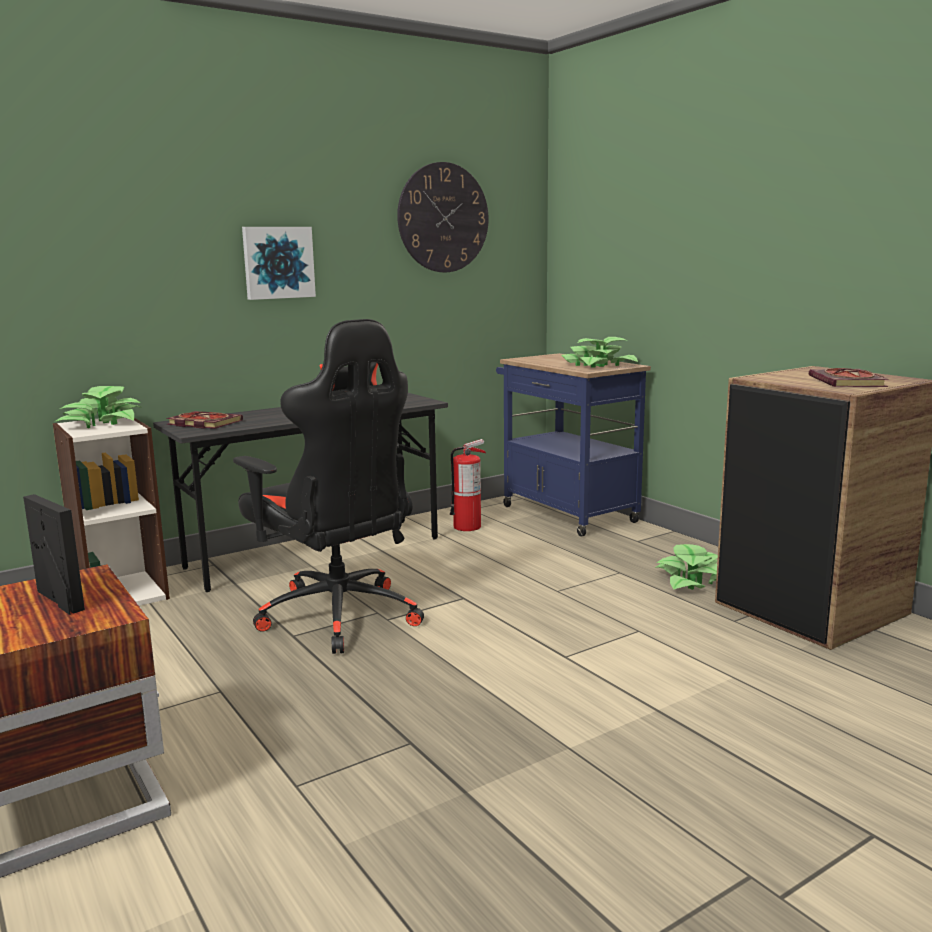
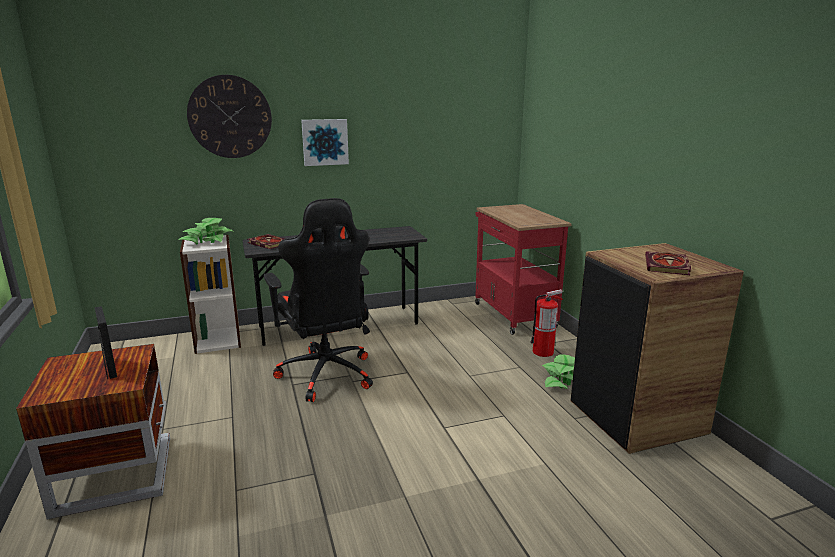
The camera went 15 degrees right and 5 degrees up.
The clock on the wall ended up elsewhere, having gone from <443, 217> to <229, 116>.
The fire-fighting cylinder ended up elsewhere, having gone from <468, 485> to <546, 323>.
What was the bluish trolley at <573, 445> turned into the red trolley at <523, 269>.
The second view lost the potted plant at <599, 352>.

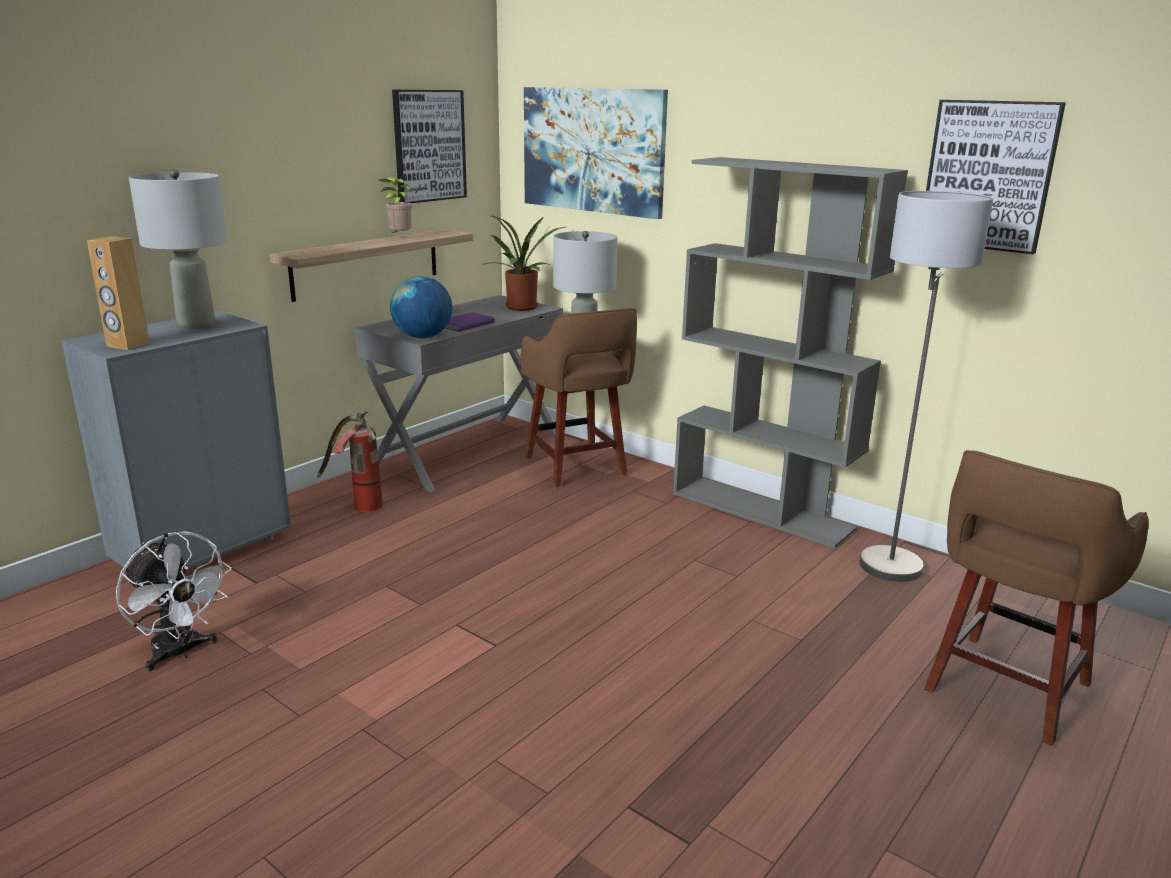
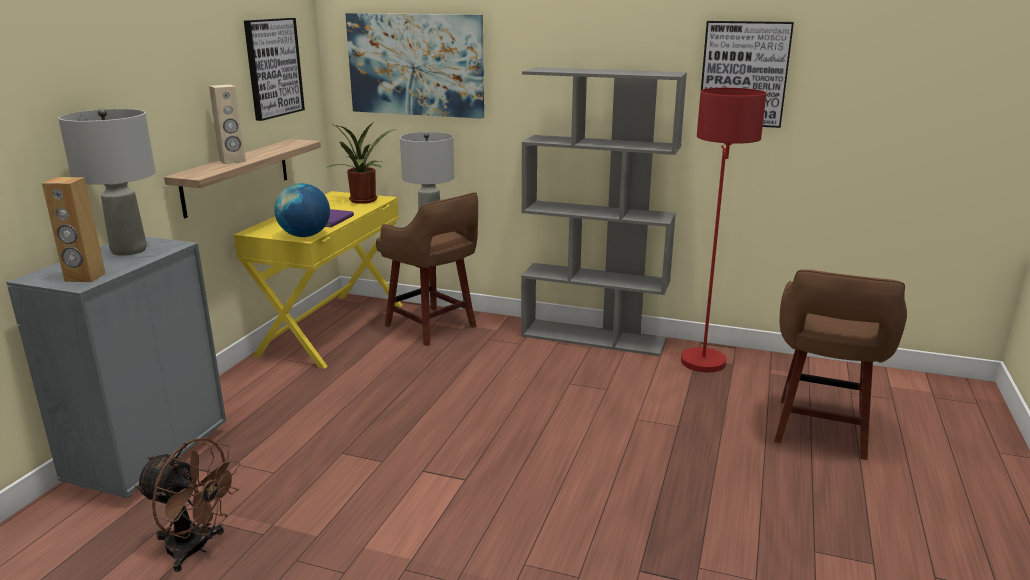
The camera went 20 degrees left and 0 degrees up.
What was the whitish fan at <174, 601> turned into the brown fan at <187, 505>.
The second view lost the fire-fighting cylinder at <350, 462>.
What was the grey desk table at <459, 393> turned into the yellow-coloured desk table at <318, 280>.
The second view lost the potted plant at <395, 207>.
What was the grey standard lamp at <926, 386> turned into the red standard lamp at <723, 230>.
The second view gained the beige loudspeaker at <227, 124>.

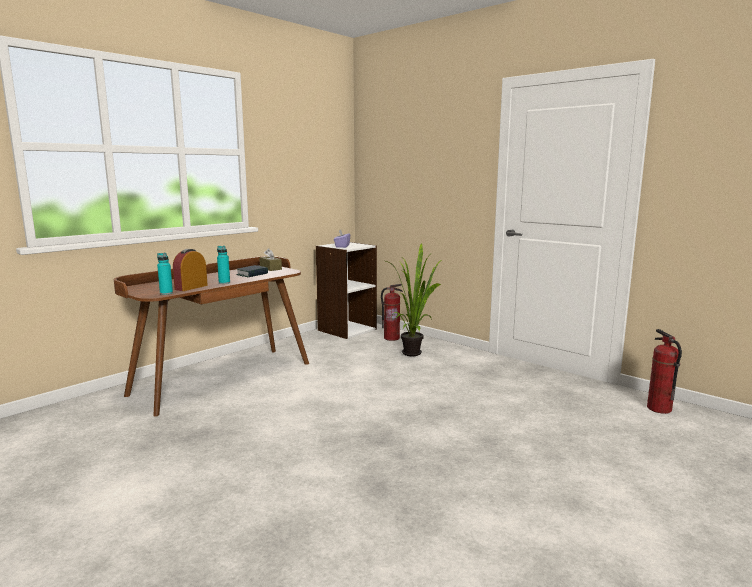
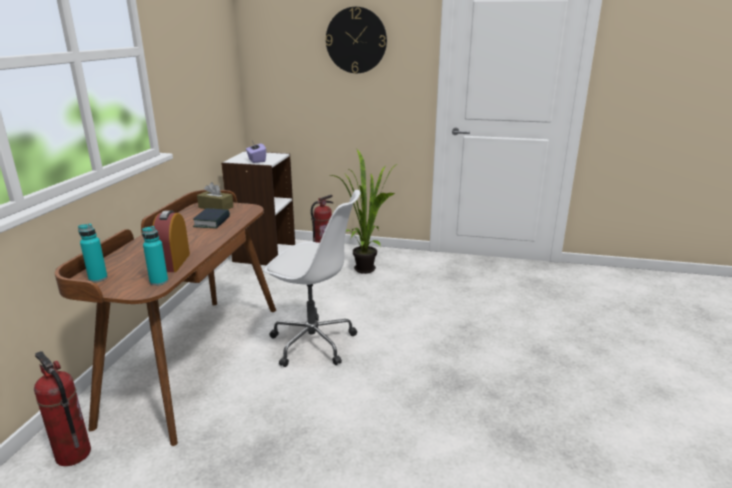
The camera went 30 degrees left and 10 degrees up.
The turquoise bottle ended up elsewhere, having gone from <223, 265> to <93, 253>.
The fire-fighting cylinder ended up elsewhere, having gone from <664, 371> to <62, 408>.
The second view gained the whitish computer chair at <312, 278>.
The second view gained the clock on the wall at <356, 40>.

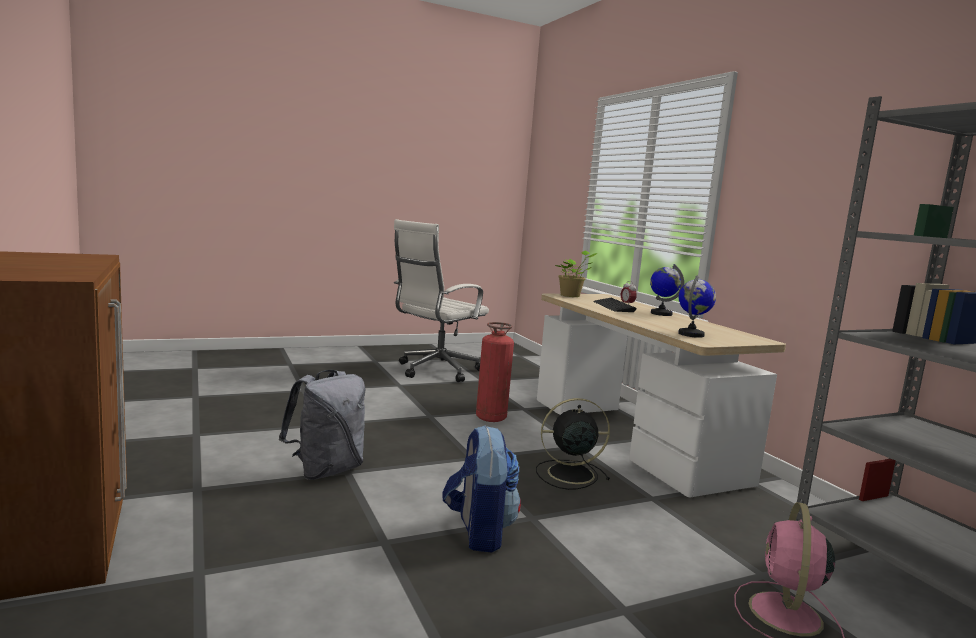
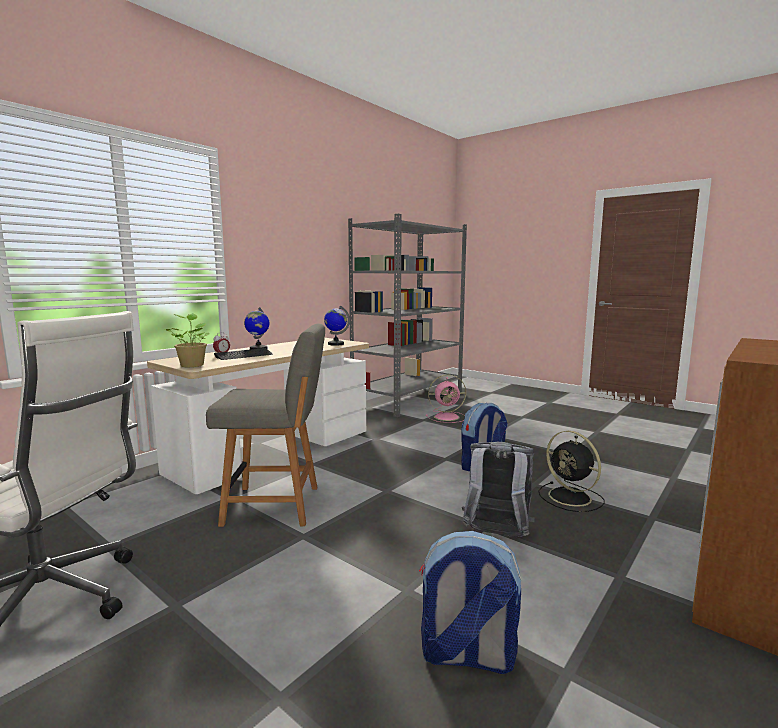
The camera went 115 degrees left and 0 degrees up.
Where the fire-fighting cylinder stood at <495, 372>, the grey plain chair came to stand at <265, 425>.
The black-coloured fan ended up elsewhere, having gone from <573, 444> to <571, 471>.
The second view gained the rucksack at <470, 602>.

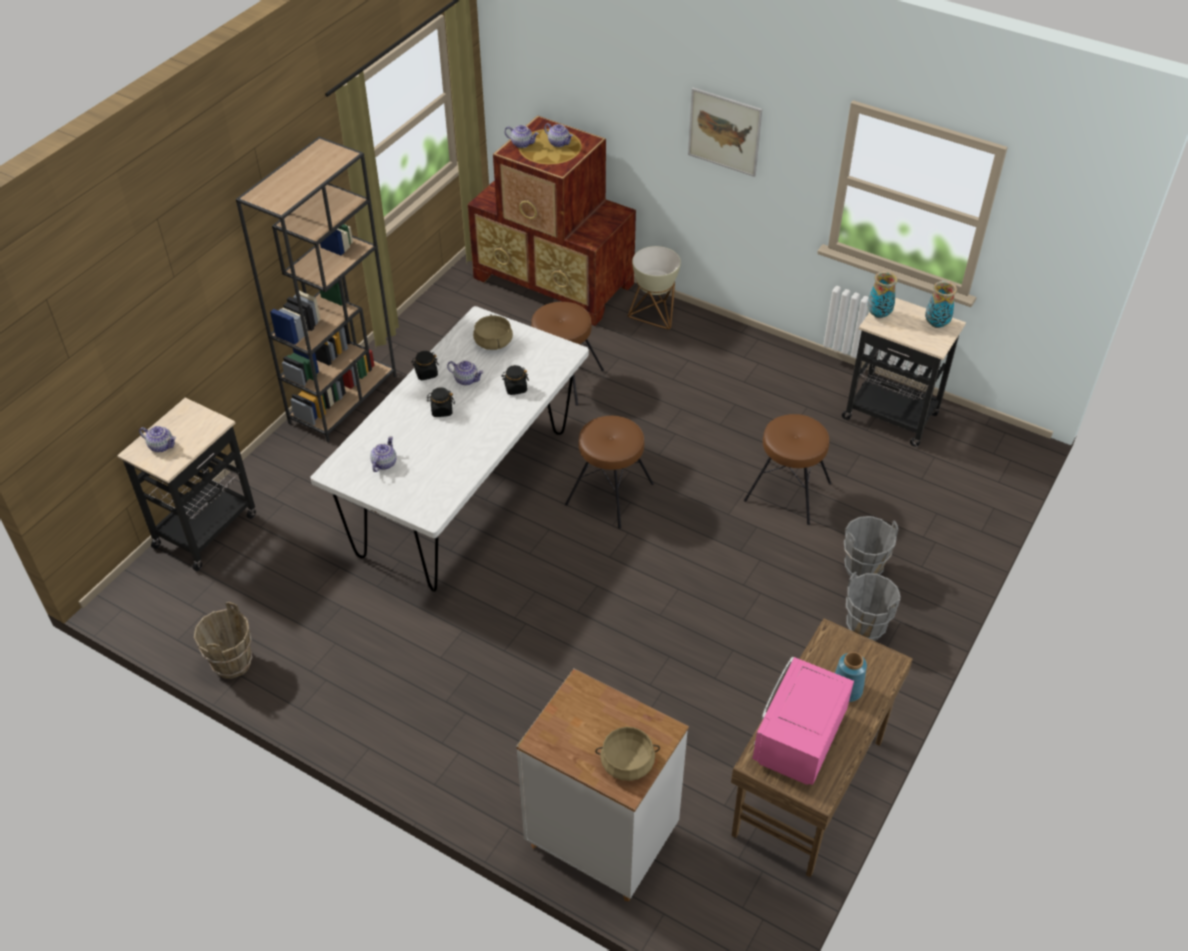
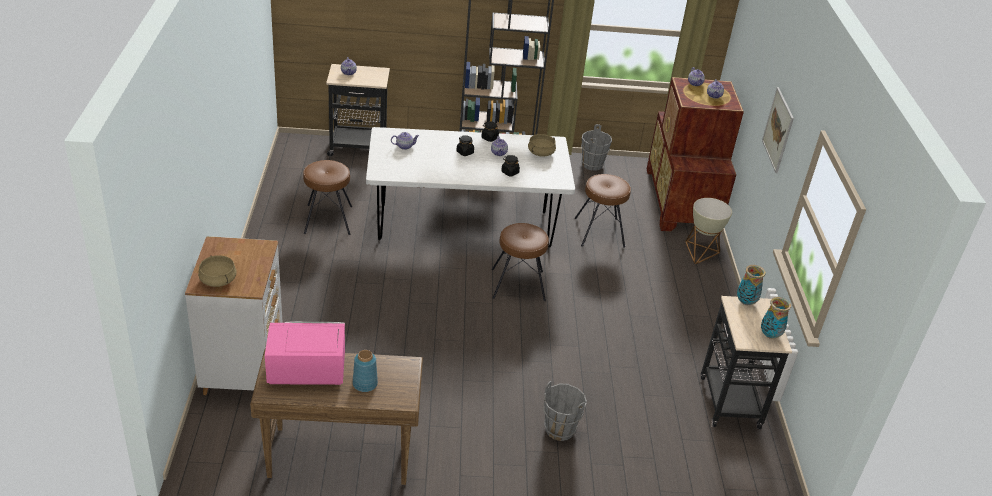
The camera went 55 degrees right and 10 degrees down.
The second view lost the brown water bucket at <223, 640>.
The brown stool seat ended up elsewhere, having gone from <787, 469> to <327, 197>.
The grey water bucket ended up elsewhere, having gone from <873, 606> to <596, 147>.

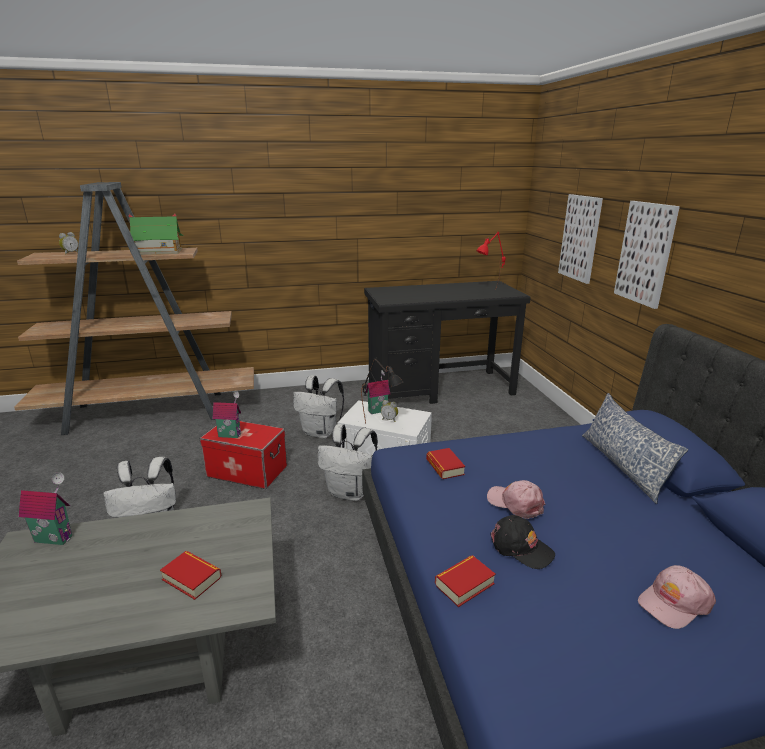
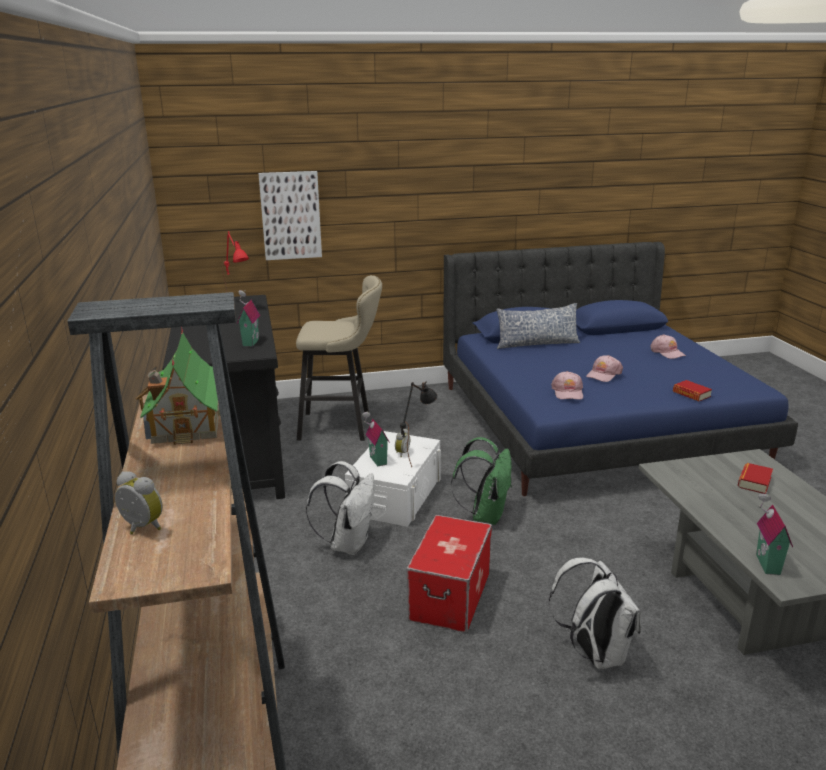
The camera went 90 degrees left and 0 degrees up.
The miniature house ended up elsewhere, having gone from <226, 414> to <248, 318>.
What was the whitish rucksack at <348, 462> turned into the green rucksack at <481, 481>.
Where the book stood at <445, 463>, the pink peaked cap came to stand at <567, 385>.
The second view lost the black-coloured peaked cap at <522, 542>.
The second view lost the wall picture at <647, 255>.
The second view gained the beige stool seat at <339, 358>.

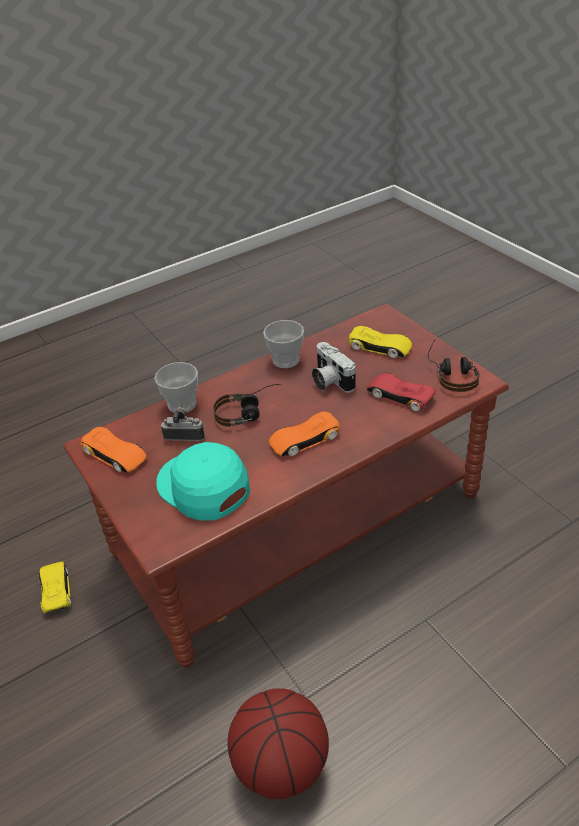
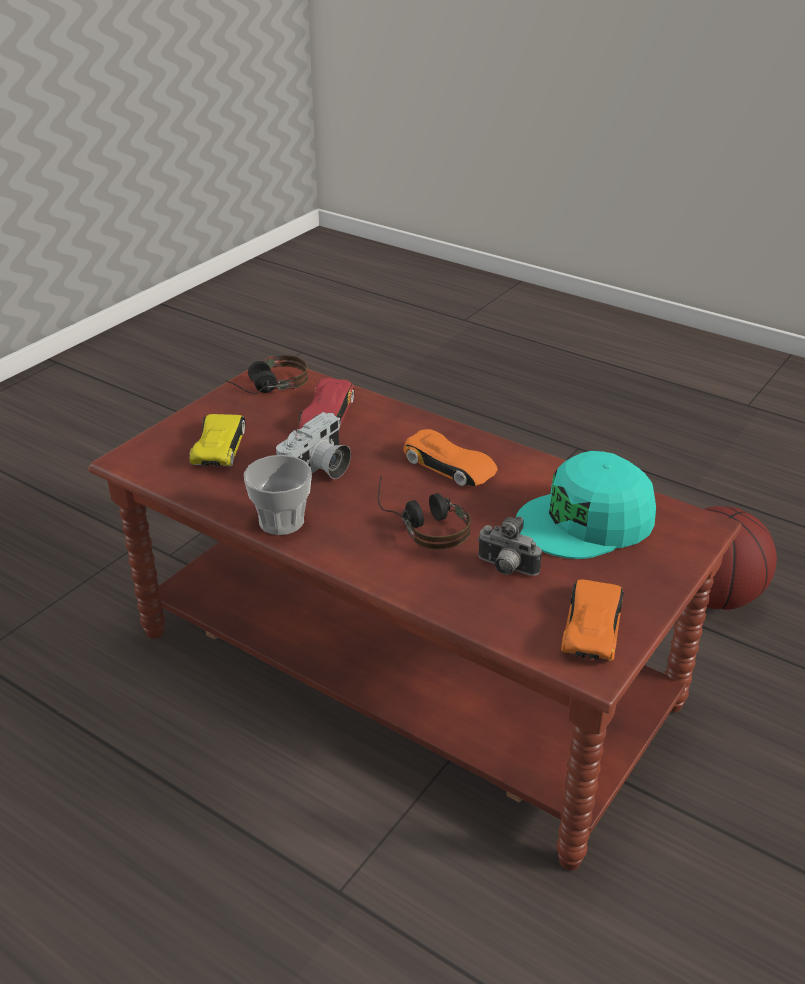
The camera went 115 degrees left and 5 degrees down.
The second view lost the yellow-coloured toy car at <54, 587>.
The second view lost the cup at <176, 387>.
The turquoise peaked cap at <203, 481> ended up facing another way, 45 degrees clockwise from before.
The photo camera at <183, 423> ended up facing another way, 45 degrees counterclockwise from before.

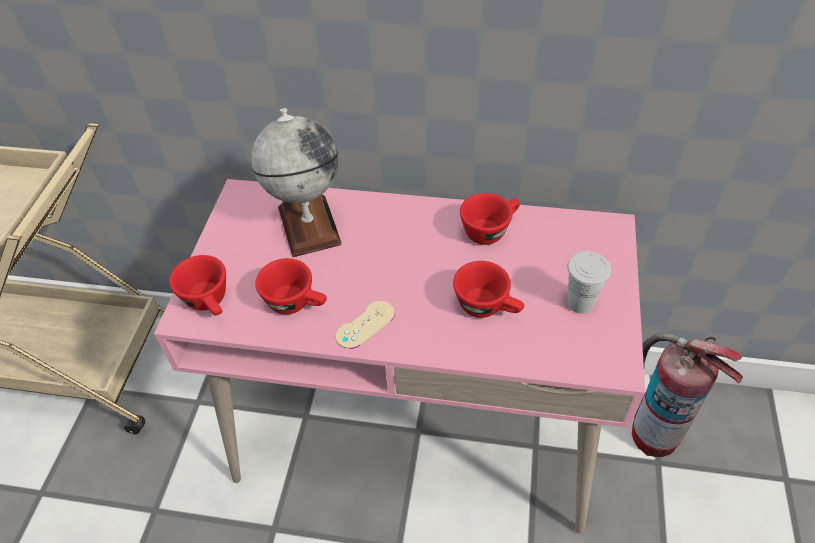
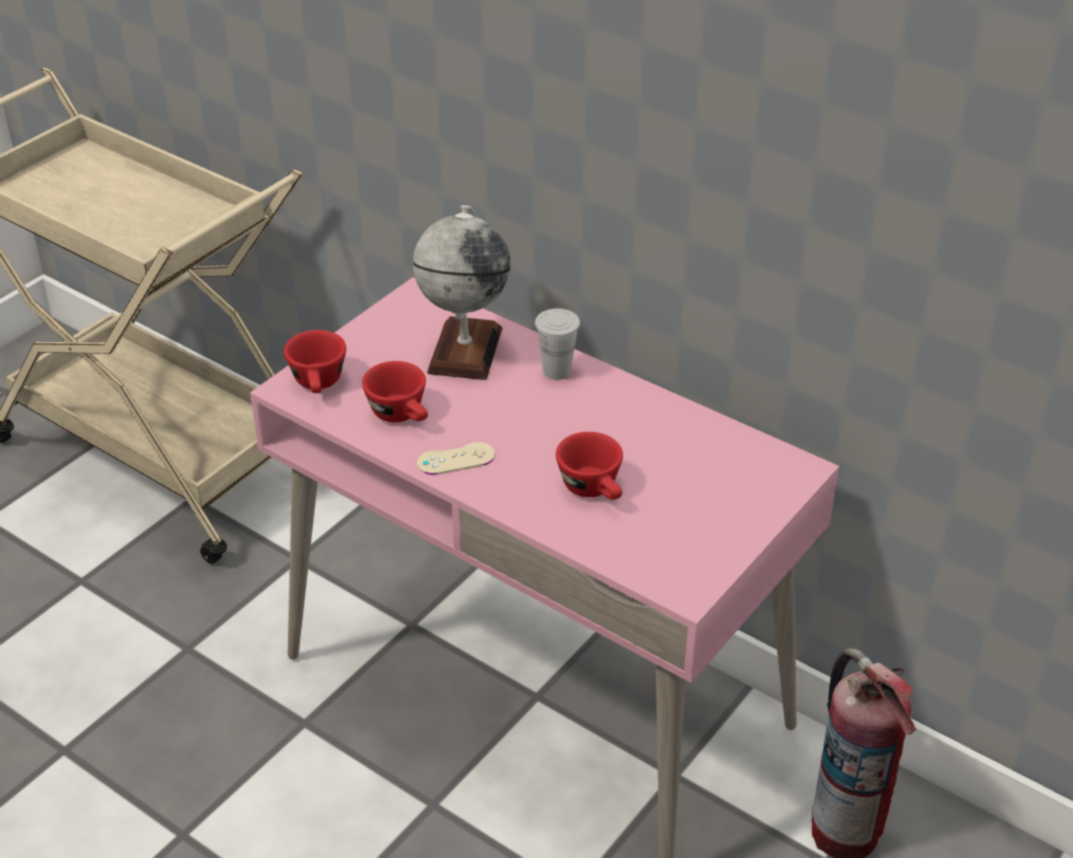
The camera went 25 degrees right and 10 degrees down.
The second view lost the red cup at <490, 219>.
The whitish cup ended up elsewhere, having gone from <589, 282> to <557, 344>.

